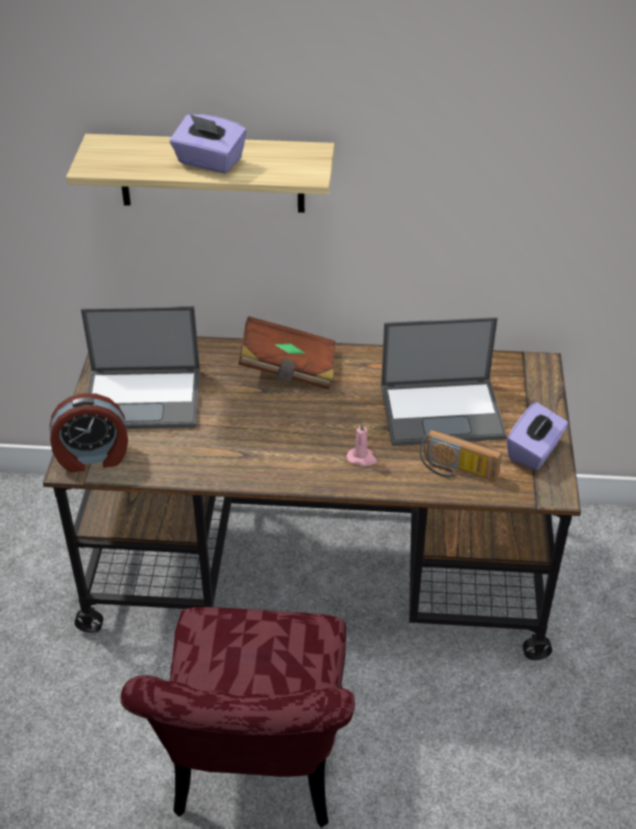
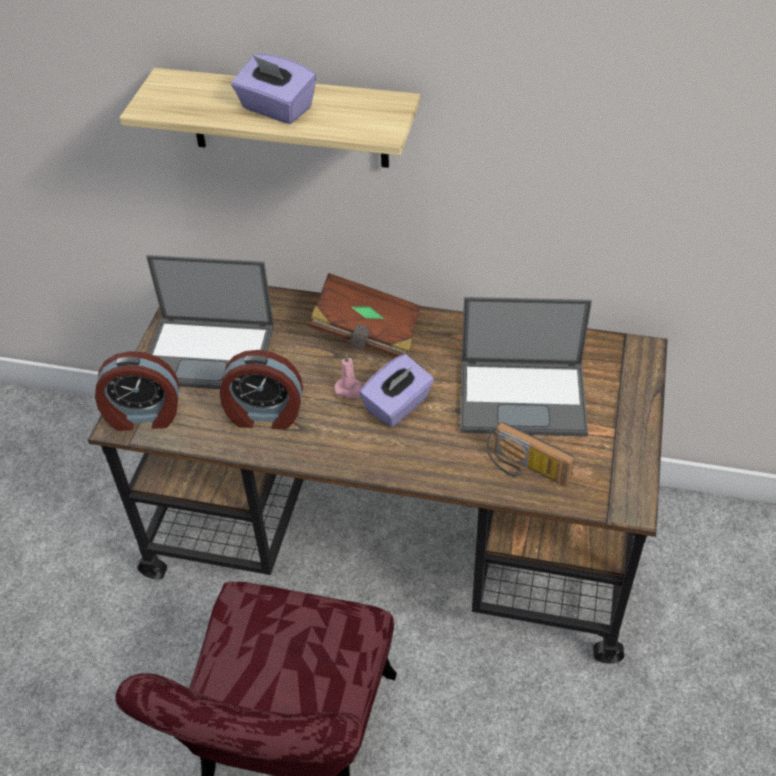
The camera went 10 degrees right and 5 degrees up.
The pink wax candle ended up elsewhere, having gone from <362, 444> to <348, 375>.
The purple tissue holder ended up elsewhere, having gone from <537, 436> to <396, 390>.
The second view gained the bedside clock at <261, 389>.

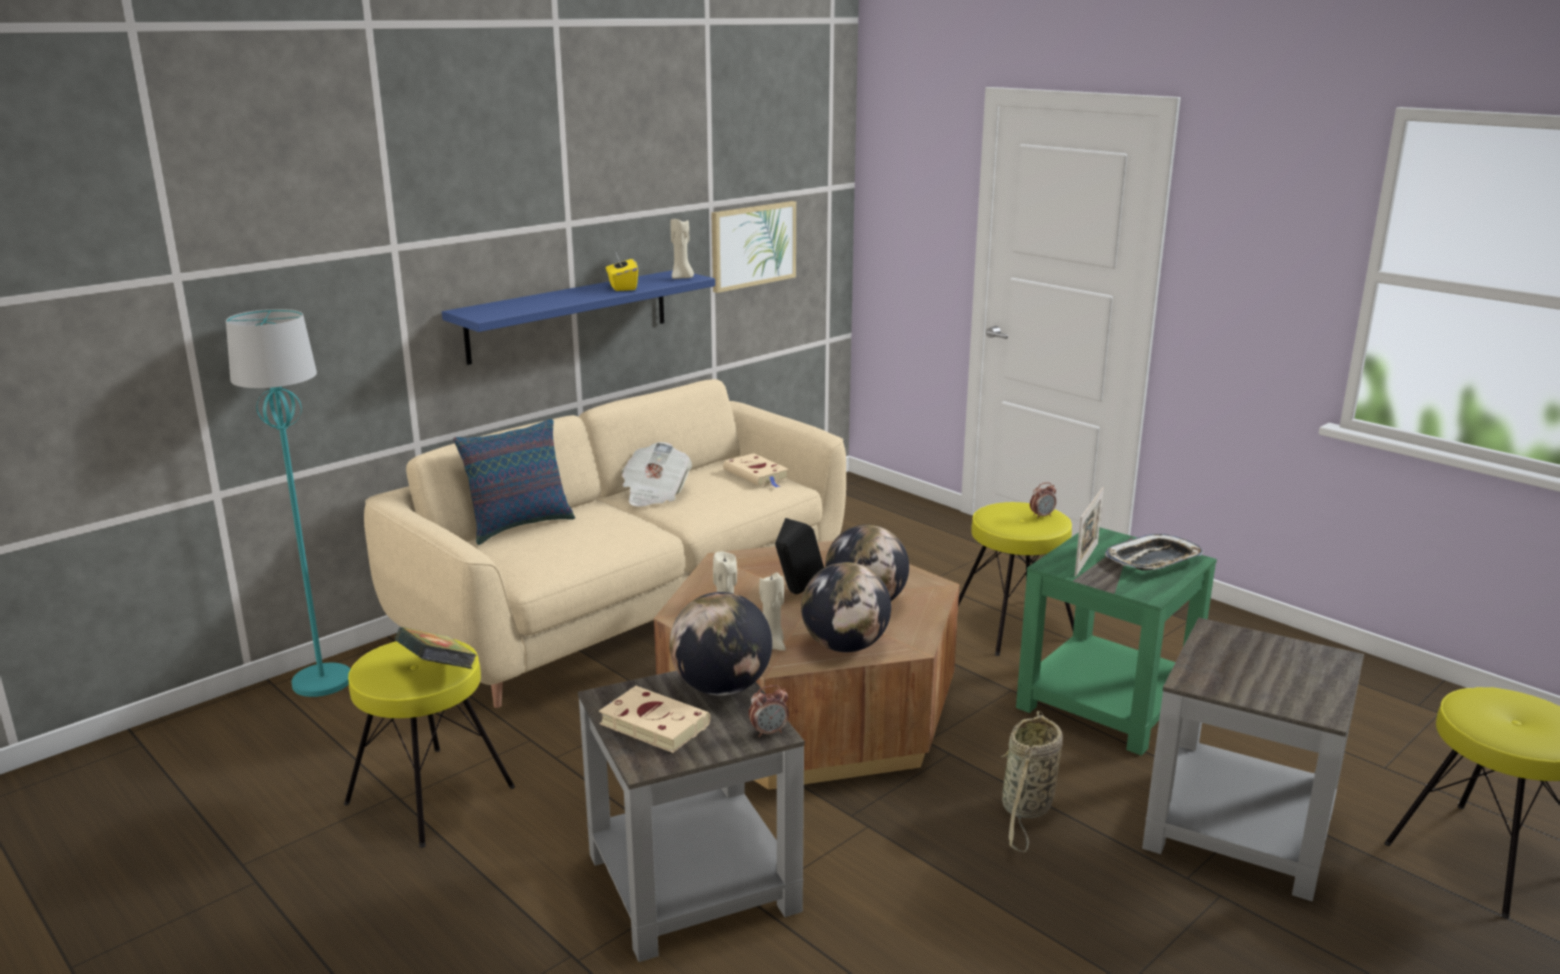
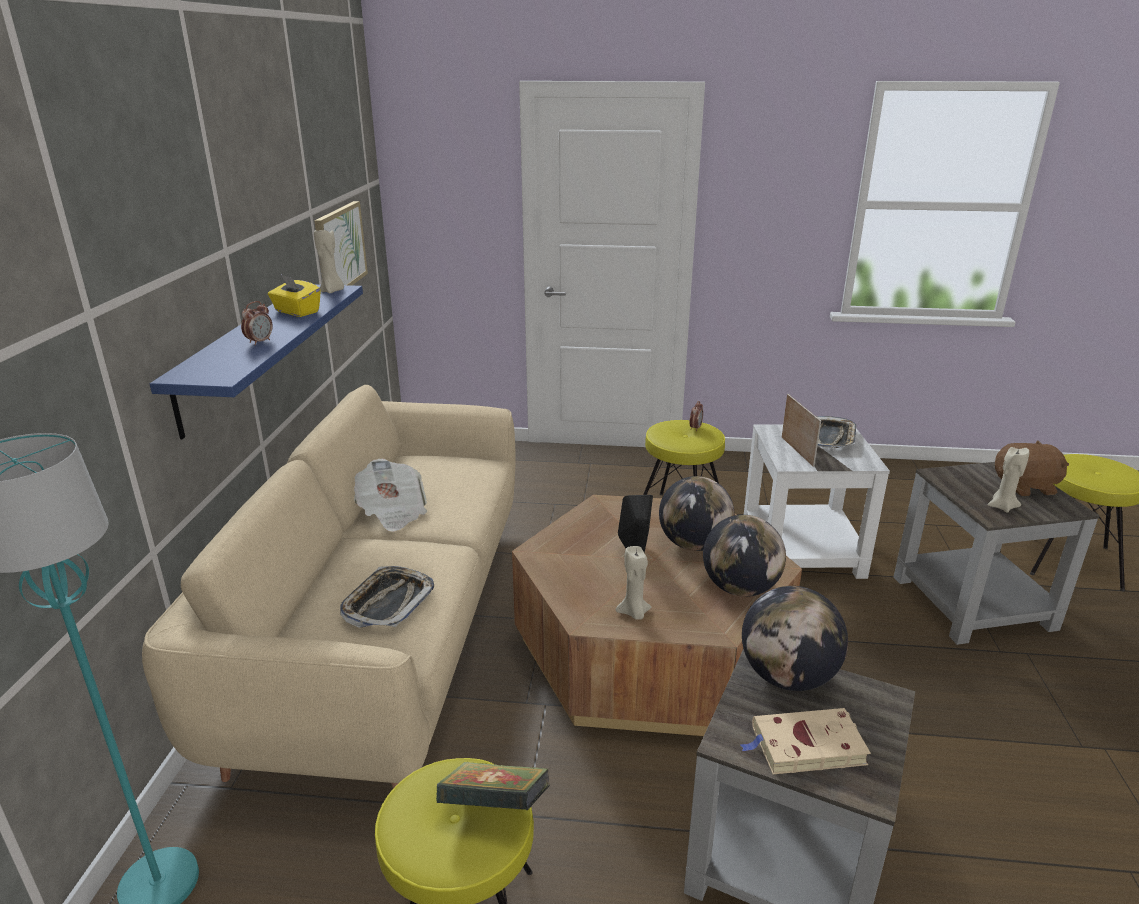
The camera went 40 degrees left and 5 degrees up.
The second view lost the bluish pillow at <514, 482>.
The second view lost the beige book at <756, 470>.
The bedside clock ended up elsewhere, having gone from <769, 711> to <257, 323>.
The beige wax candle ended up elsewhere, having gone from <772, 611> to <1008, 480>.
The second view lost the storage basket at <1032, 781>.
What was the green side table at <1116, 642> turned into the whitish side table at <817, 501>.
The second view gained the tray at <387, 597>.
The second view gained the brown cuddly toy at <1032, 468>.

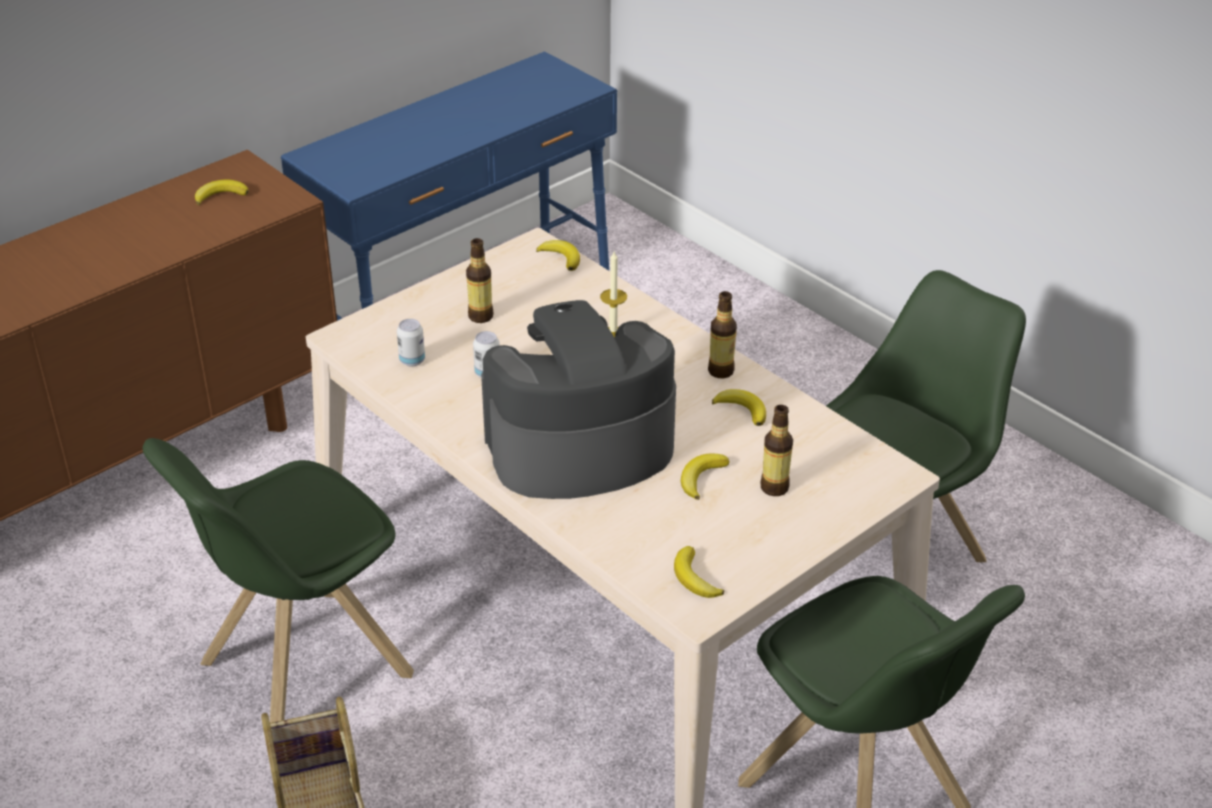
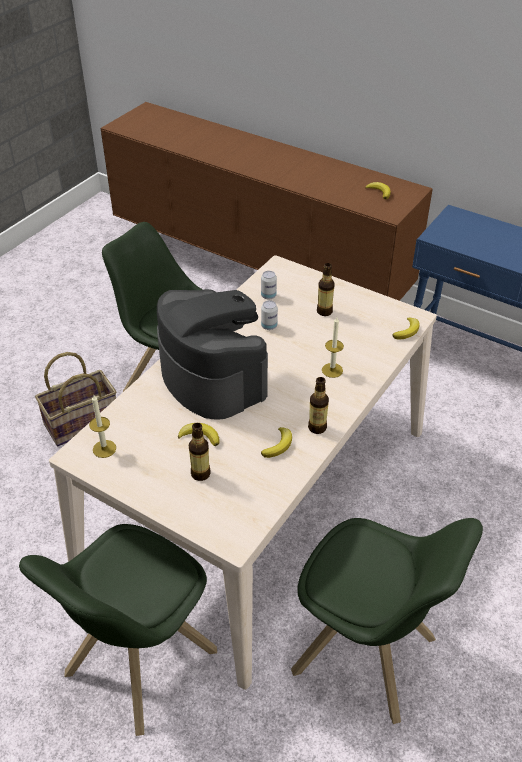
The camera went 75 degrees right and 5 degrees up.
Where the banana stood at <699, 572>, the wax candle came to stand at <102, 426>.

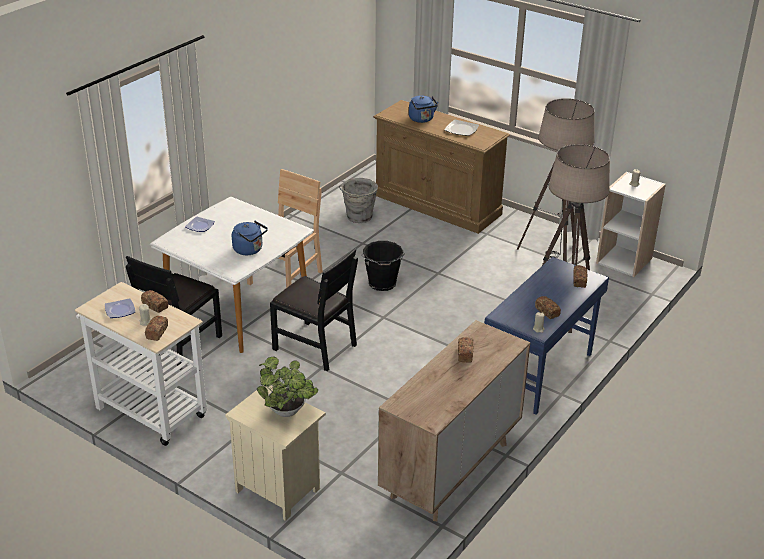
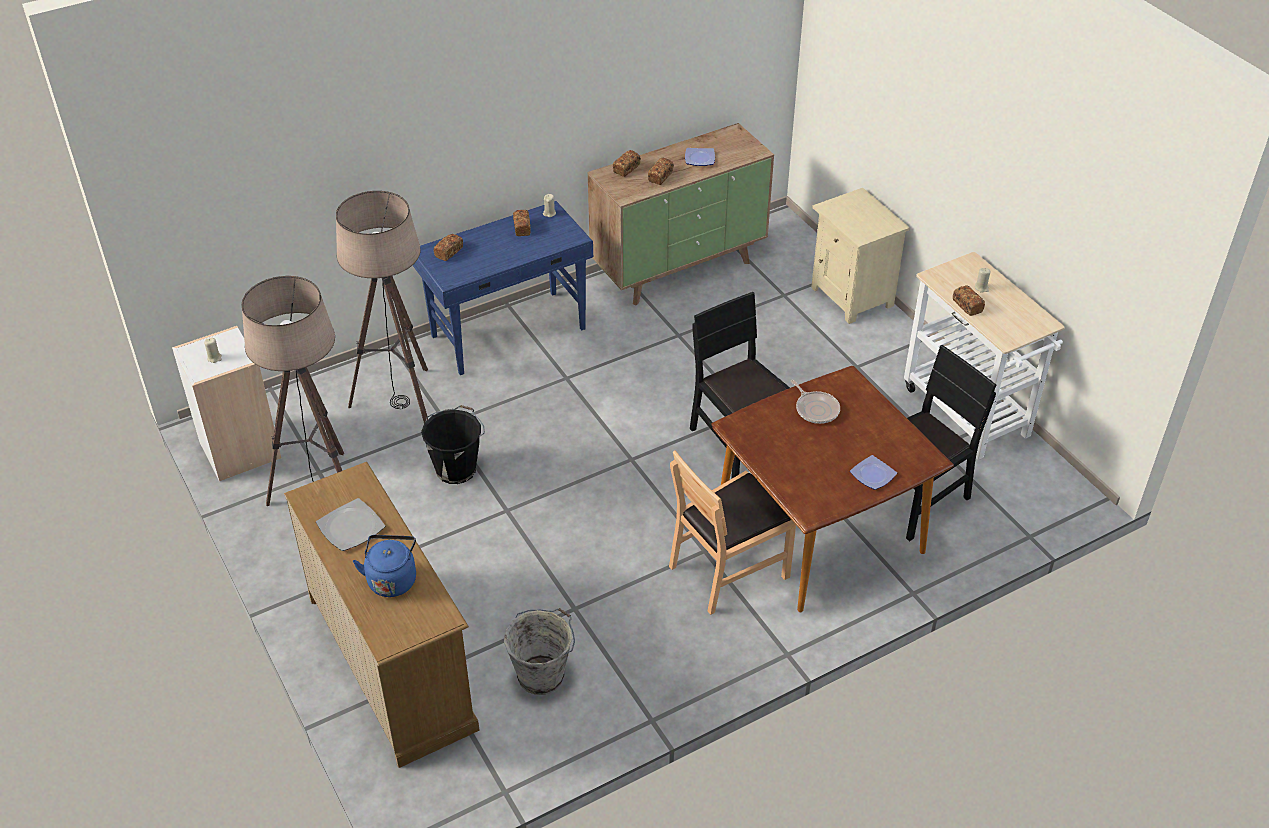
The camera went 155 degrees left and 10 degrees up.
The plate ended up elsewhere, having gone from <120, 308> to <700, 157>.
The bread ended up elsewhere, having gone from <156, 328> to <627, 163>.
What was the whitish dining table at <232, 275> turned into the brown dining table at <832, 489>.
Where the bluish tea kettle stood at <250, 238>, the skillet came to stand at <815, 402>.
The second view lost the potted plant at <287, 386>.
The black-coloured water bucket ended up elsewhere, having gone from <383, 266> to <453, 444>.

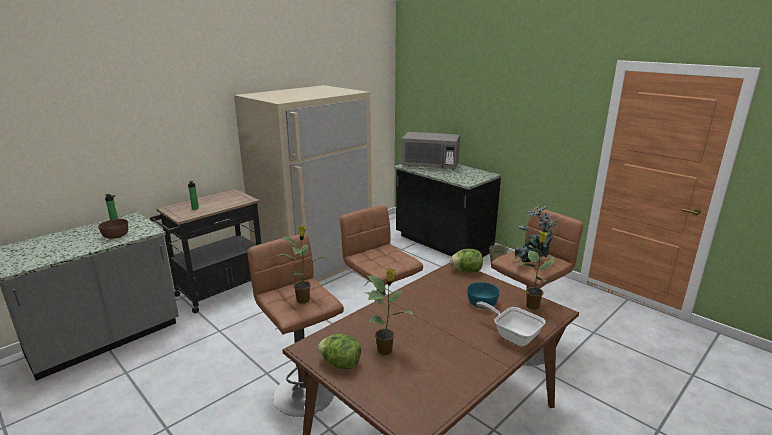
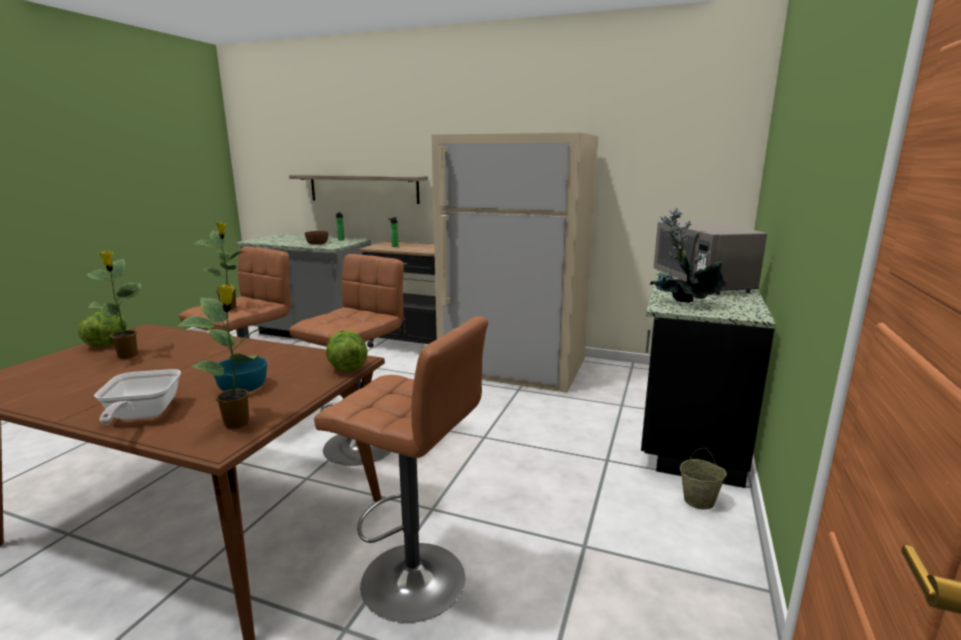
The camera went 65 degrees right and 5 degrees down.
The skillet at <511, 324> ended up facing another way, 150 degrees clockwise from before.
The potted plant ended up elsewhere, having gone from <536, 233> to <688, 255>.
The second view gained the shelf at <358, 189>.

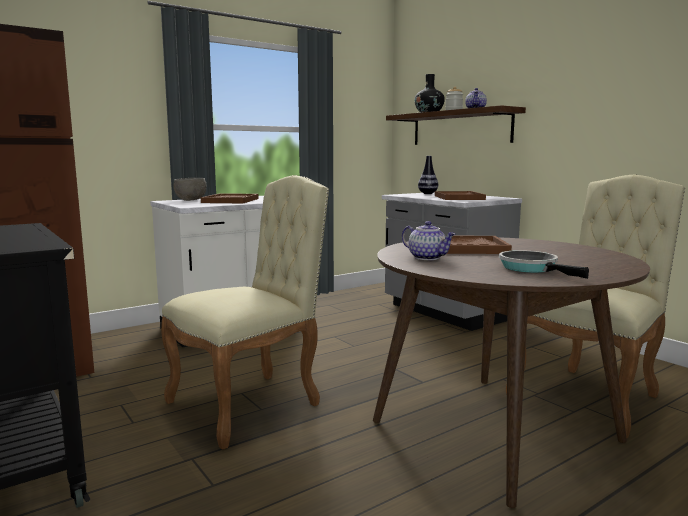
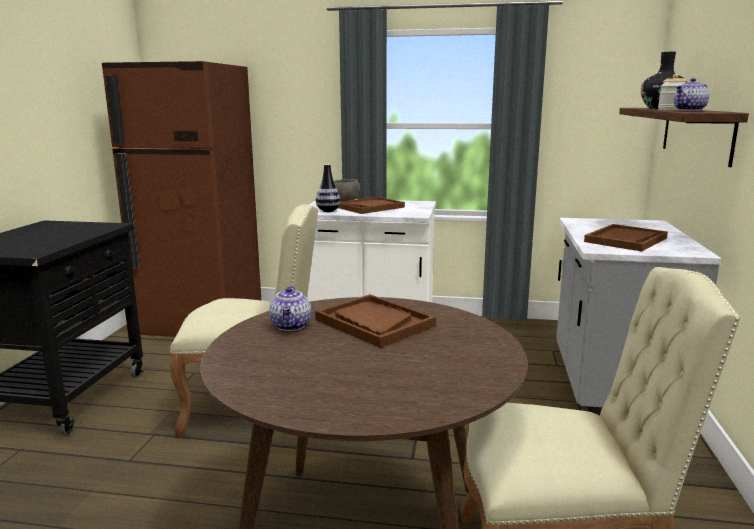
The camera went 45 degrees right and 5 degrees up.
The decorative vase ended up elsewhere, having gone from <428, 175> to <328, 188>.
The second view lost the skillet at <544, 264>.

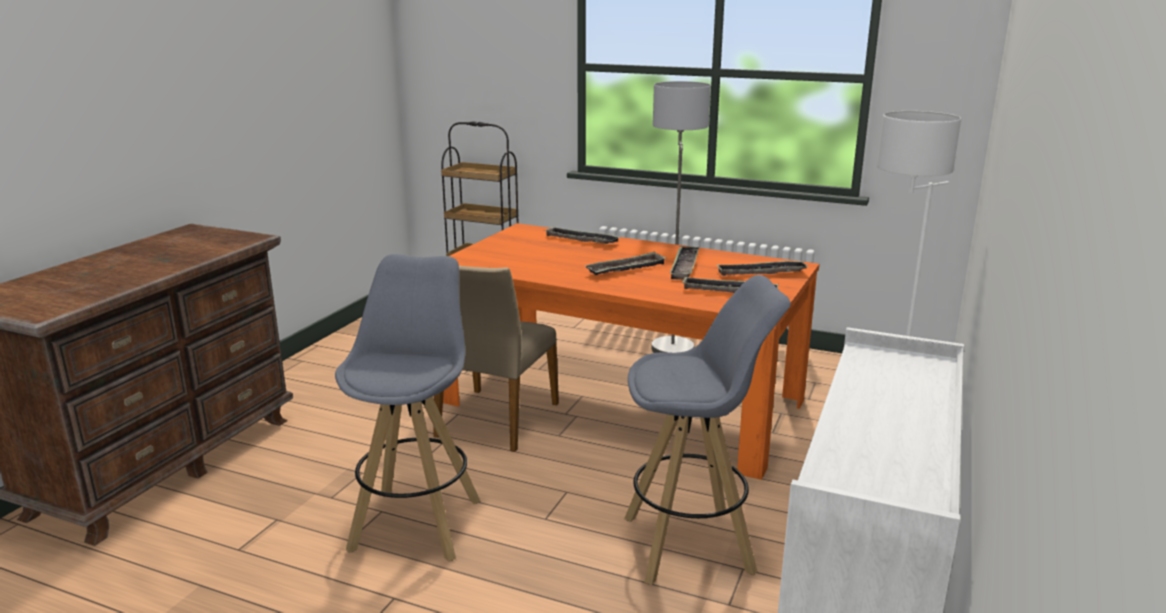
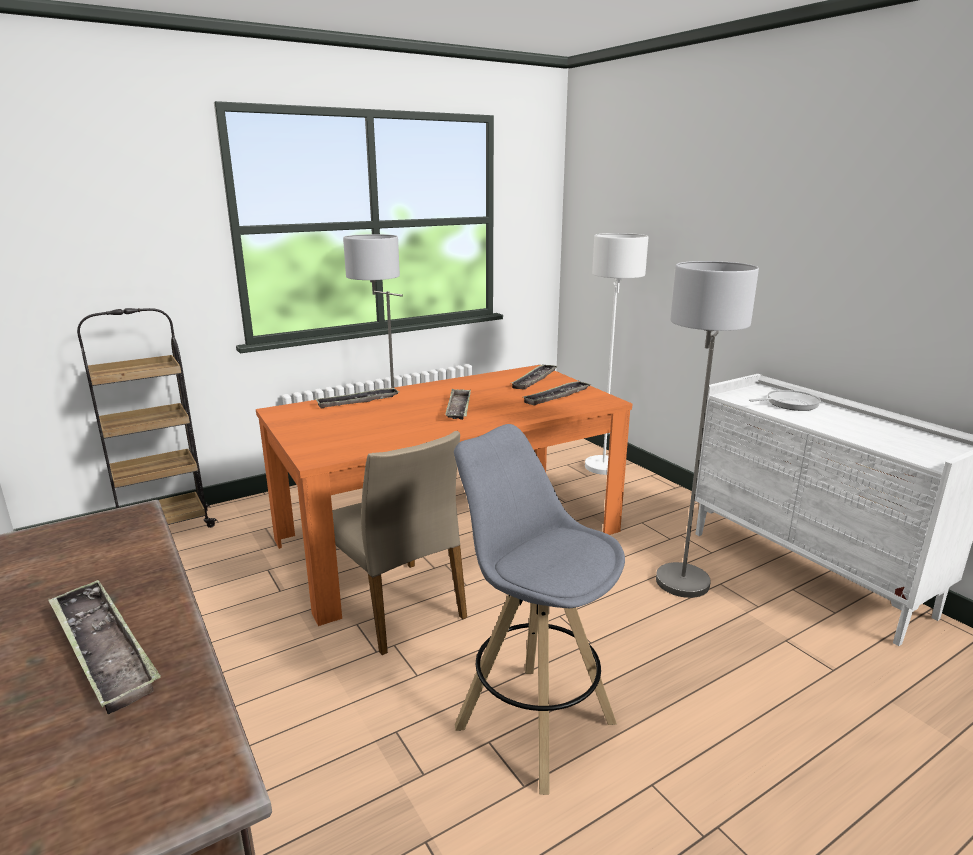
The camera went 55 degrees left and 0 degrees up.
Where the grey stool seat stood at <707, 430>, the grey standard lamp came to stand at <707, 429>.
The tray ended up elsewhere, having gone from <684, 263> to <104, 647>.
The second view gained the skillet at <785, 400>.

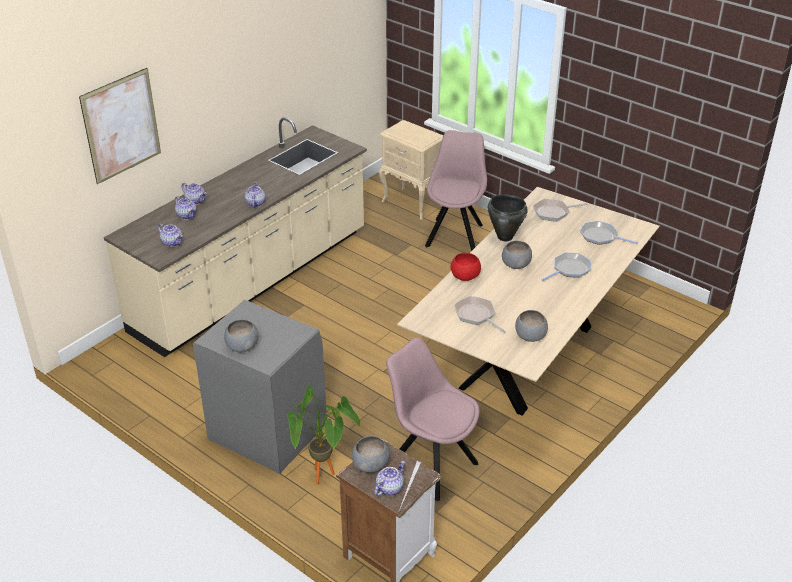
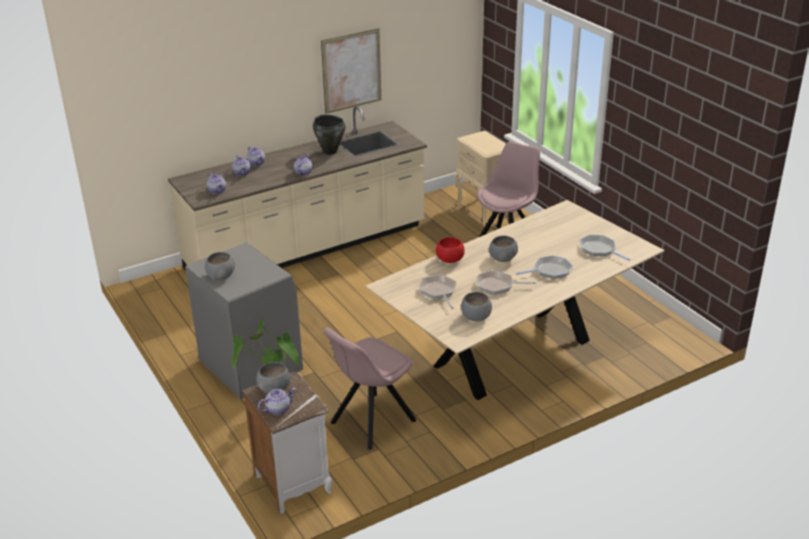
The camera went 20 degrees right and 5 degrees down.
The wall picture ended up elsewhere, having gone from <120, 126> to <351, 71>.
The pink plain chair at <433, 419> ended up facing another way, 105 degrees counterclockwise from before.
The black-coloured saucepot ended up elsewhere, having gone from <508, 217> to <329, 135>.
The skillet ended up elsewhere, having gone from <560, 210> to <506, 282>.

